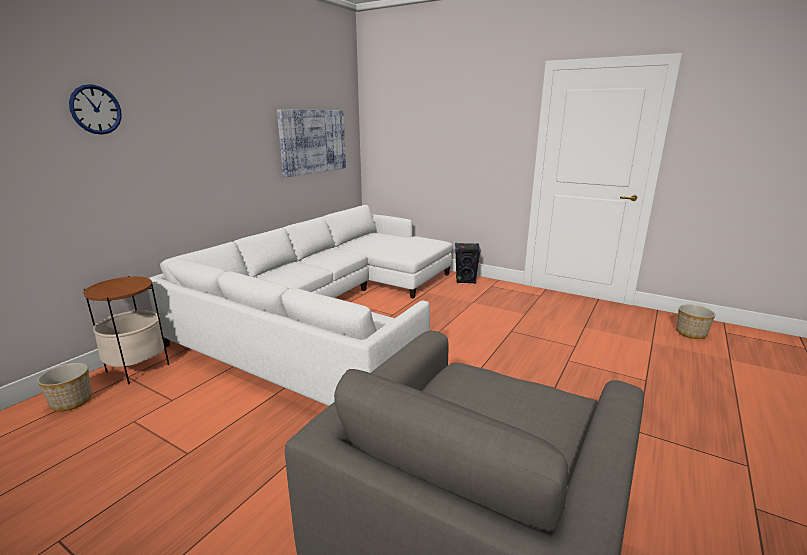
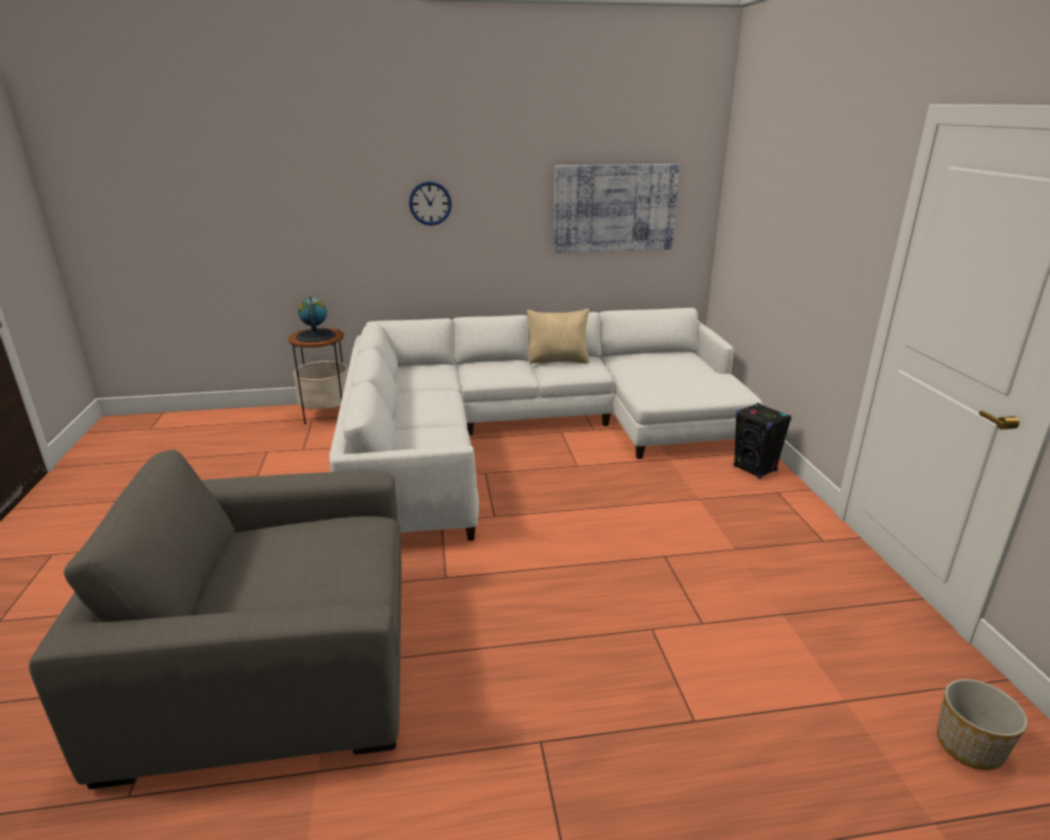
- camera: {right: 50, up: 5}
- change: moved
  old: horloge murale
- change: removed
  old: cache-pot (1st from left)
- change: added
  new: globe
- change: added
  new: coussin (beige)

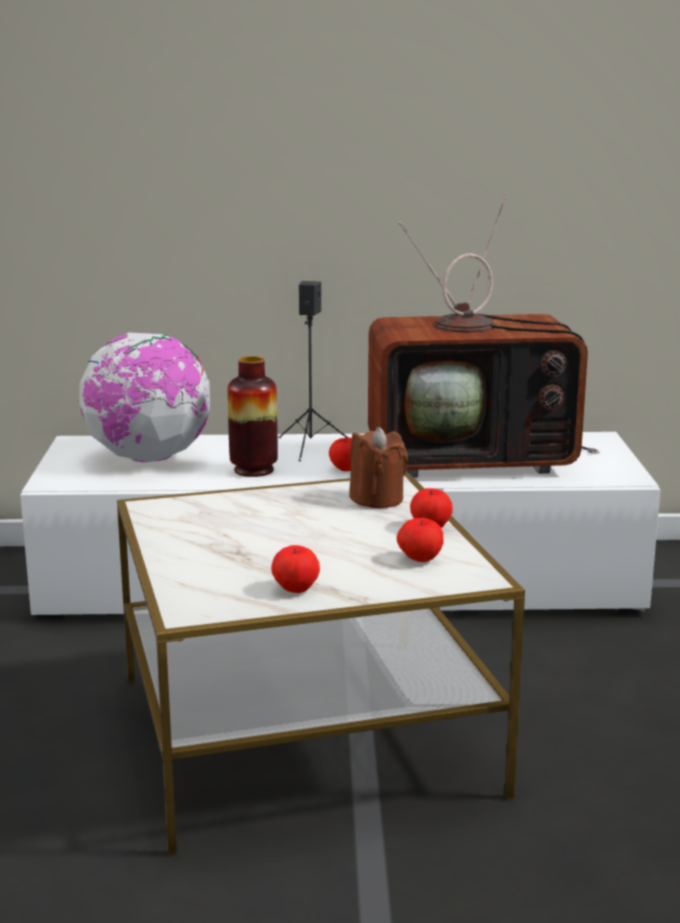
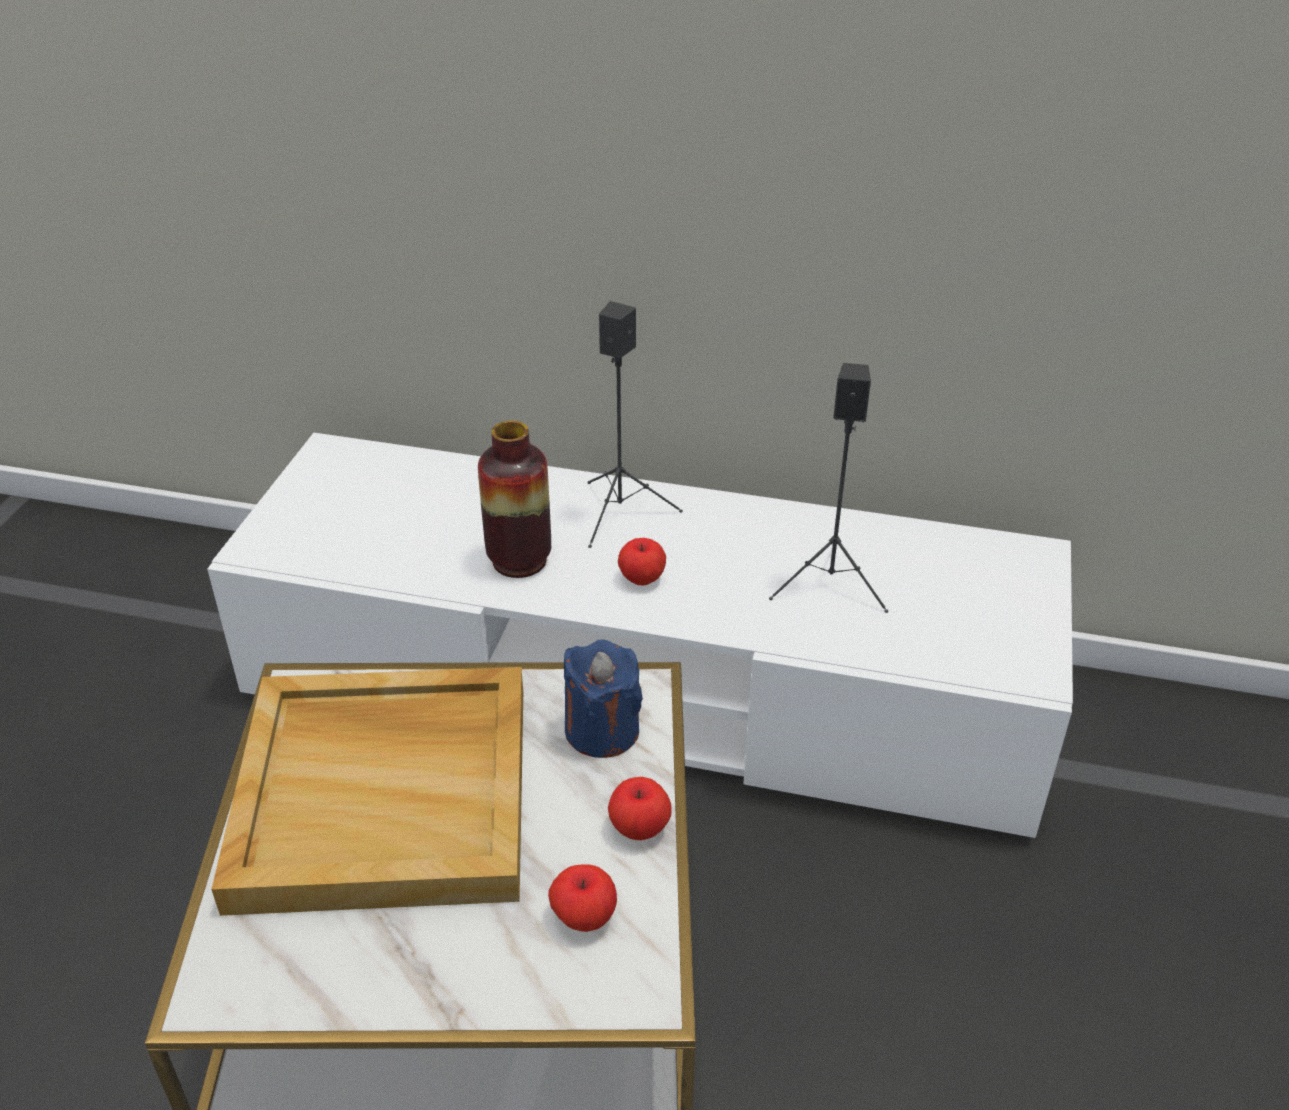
- camera: {right: 15, up: 20}
- change: replaced
  old: téléviseur
  new: enceinte (noir) (2nd from left)
- change: removed
  old: globe
- change: recoloured
  old: bougie (marron)
  new: bougie (bleu)
- change: removed
  old: pomme (1st from left)
- change: added
  new: plateau (beige)

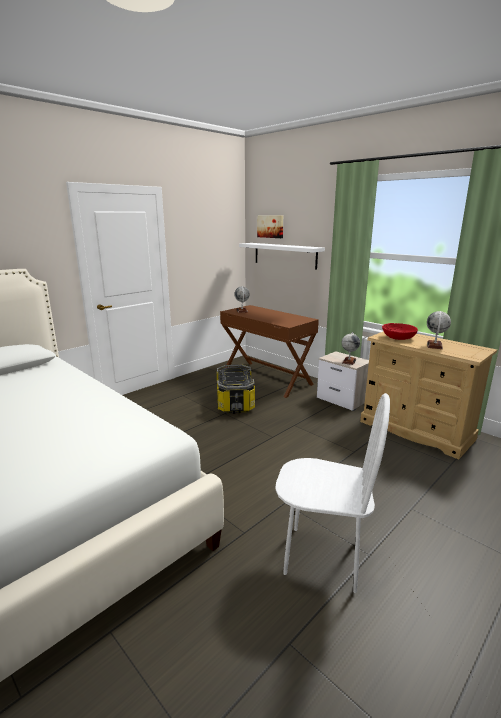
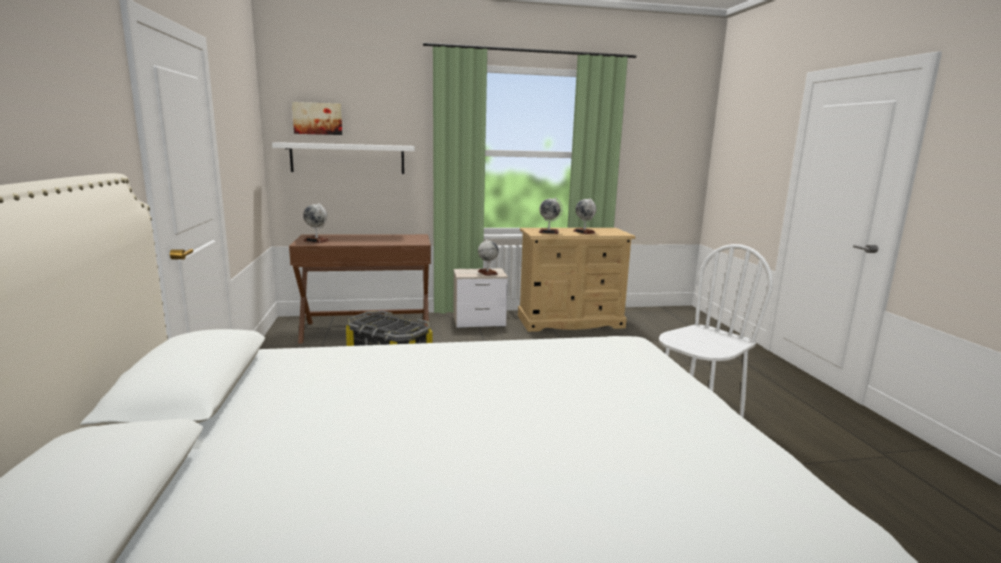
- camera: {right: -55, up: -5}
- change: replaced
  old: bol (rouge)
  new: globe (3rd from left)

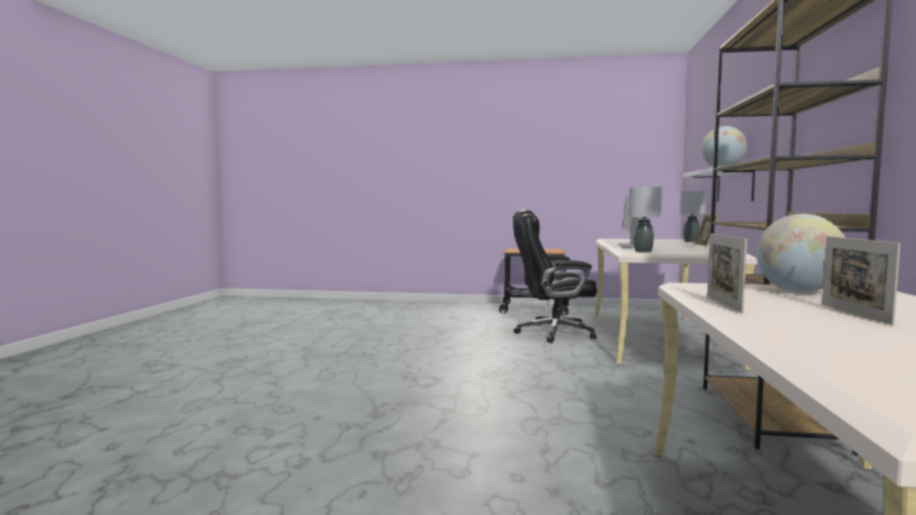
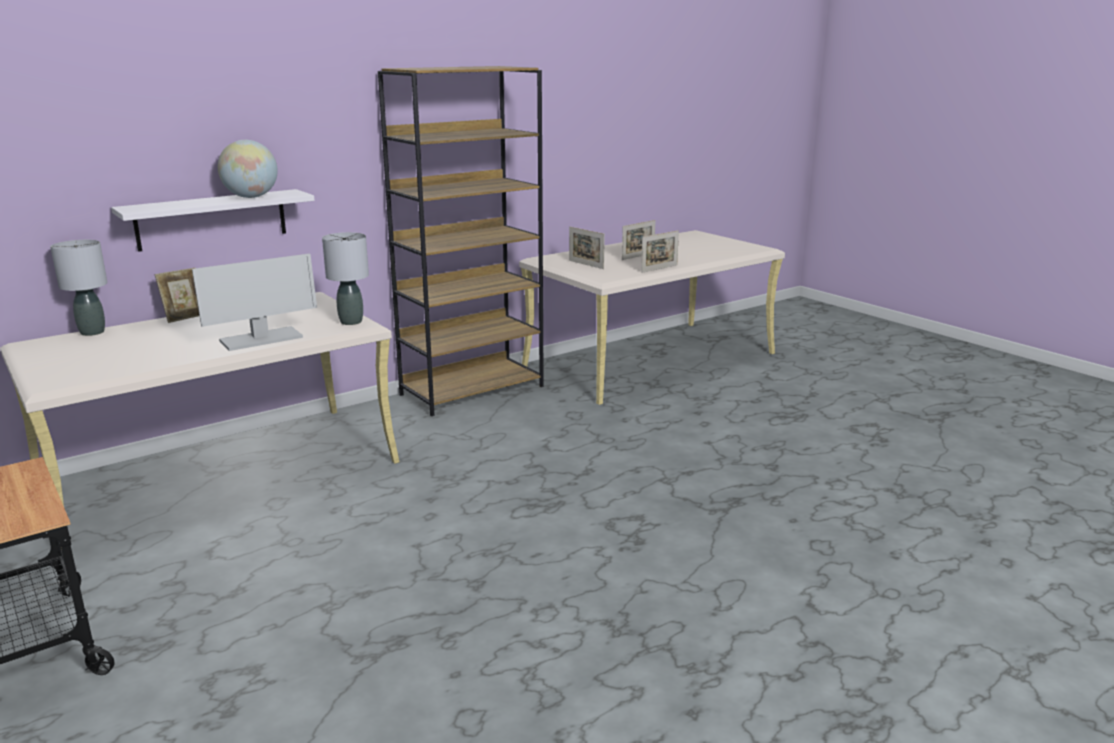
- camera: {right: -135, up: 15}
- change: removed
  old: chaise de bureau (noir)
- change: replaced
  old: globe (2nd from left)
  new: cadre photo (2nd from left)

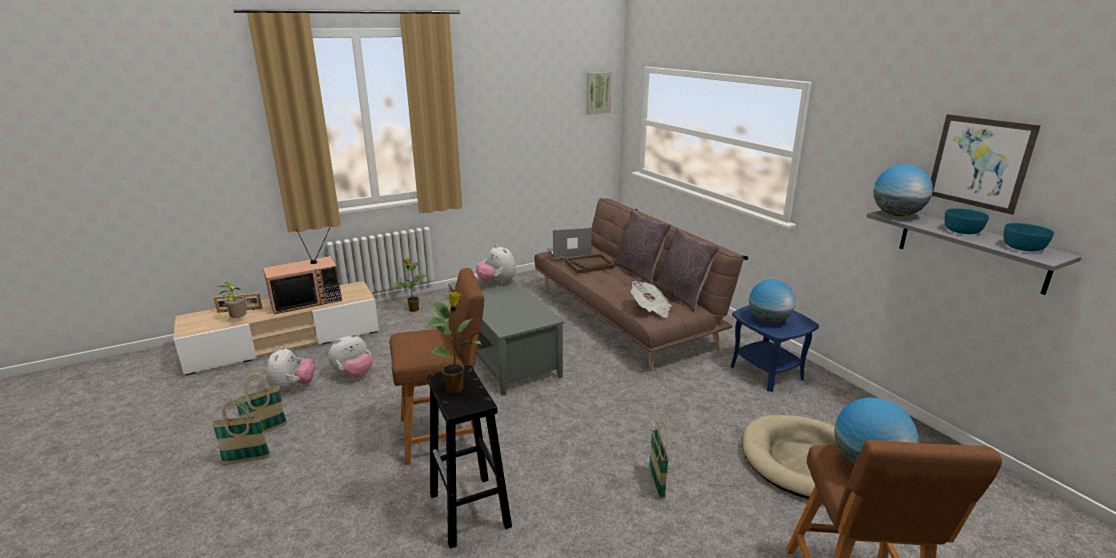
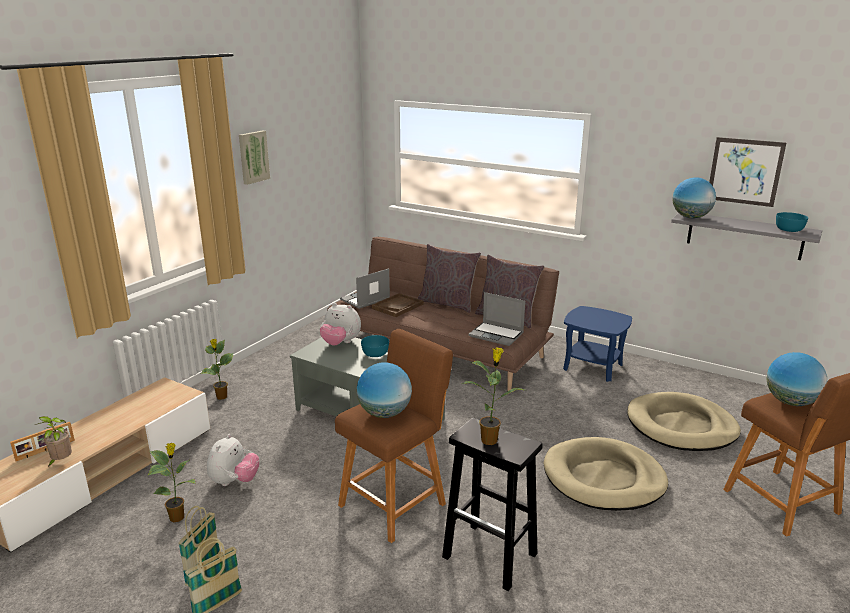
- camera: {right: -30, up: 0}
- change: moved
  old: tableau (1st from left)
- change: moved
  old: bol (turquoise) (1st from left)
- change: removed
  old: téléviseur
- change: moved
  old: globe (1st from left)
- change: replaced
  old: journal
  new: ordinateur portable (2nd from left)
- change: replaced
  old: peluche (1st from left)
  new: plante en pot (2nd from left)
- change: replaced
  old: panier (3rd from left)
  new: panier pour chien (beige) (1st from left)

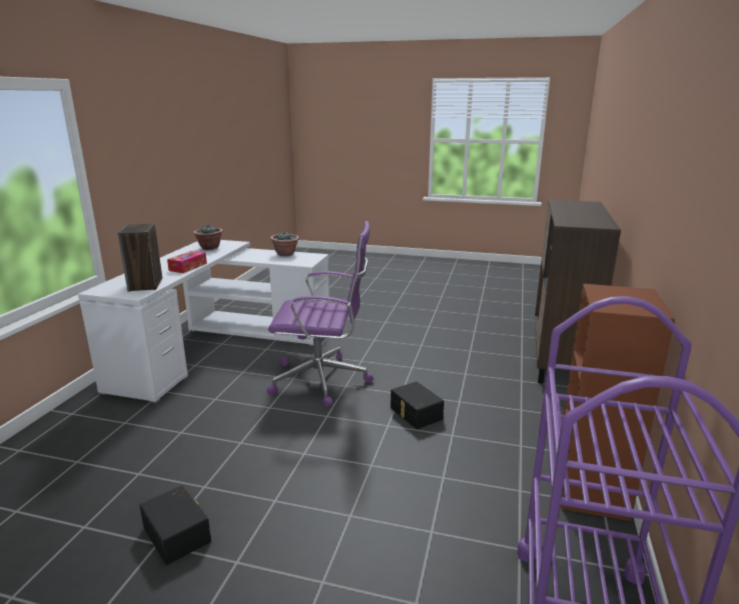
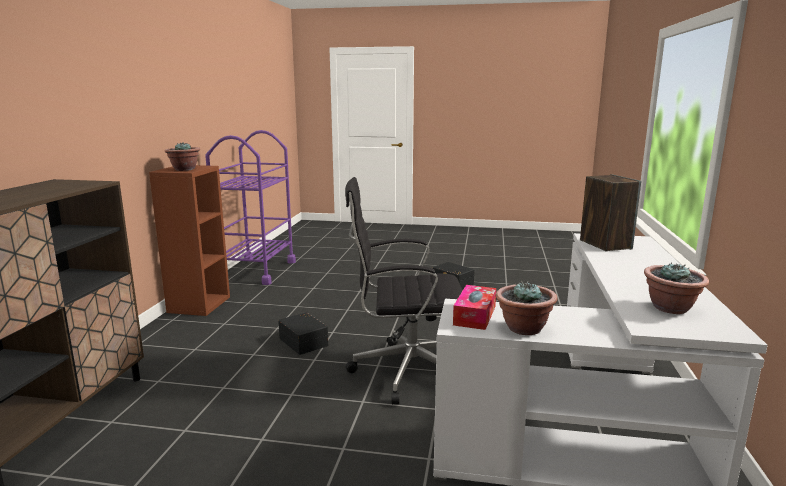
- camera: {right: 175, up: -5}
- change: recoloured
  old: chaise de bureau (violet)
  new: chaise de bureau (noir)
- change: moved
  old: boîte à mouchoirs
- change: added
  new: plante en pot (1st from left)

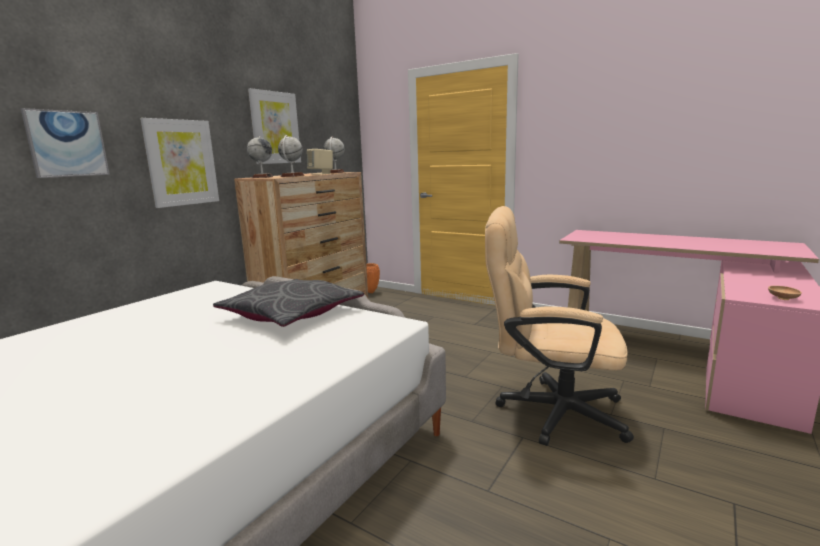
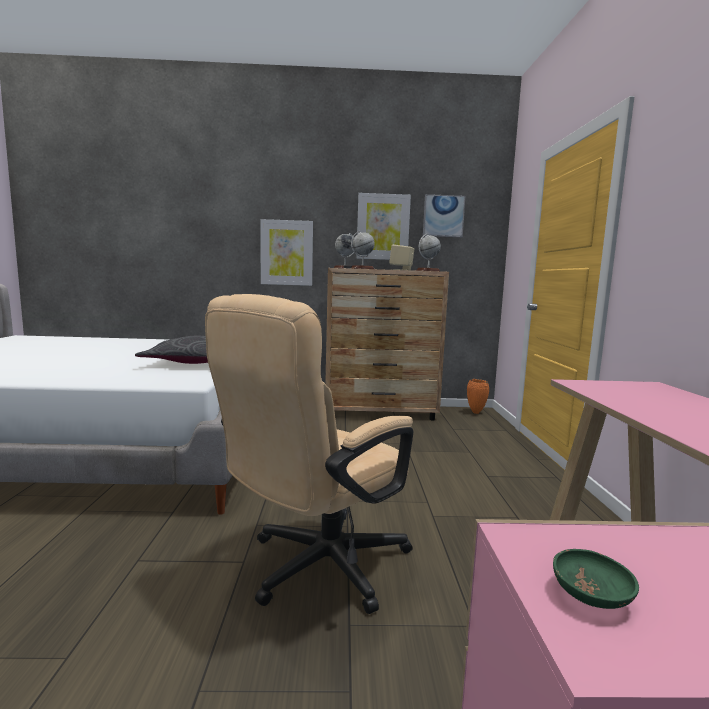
- camera: {right: 55, up: -5}
- change: moved
  old: tableau (1st from left in the first image)
  new: tableau (3rd from left)
- change: turned
  old: chaise de bureau (beige)
  degrees: -120
- change: recoloured
  old: bol (marron)
  new: bol (vert)

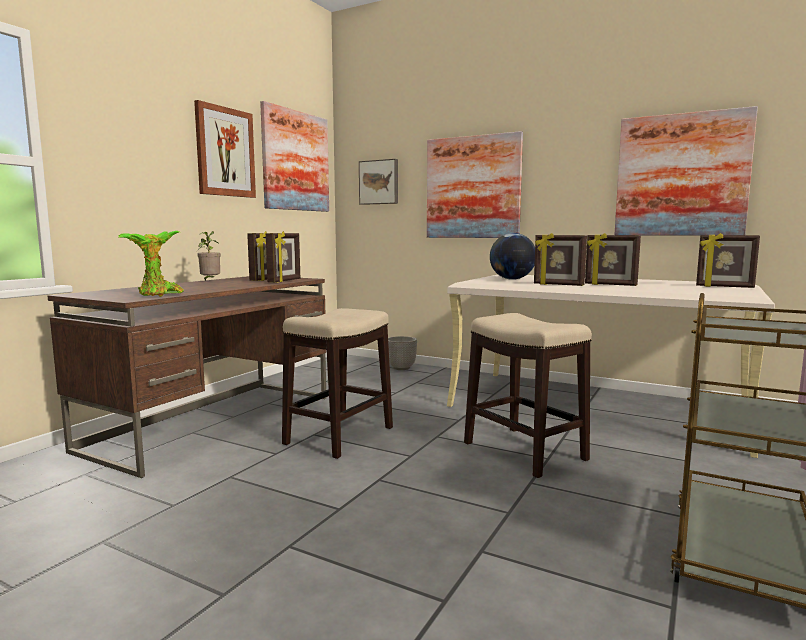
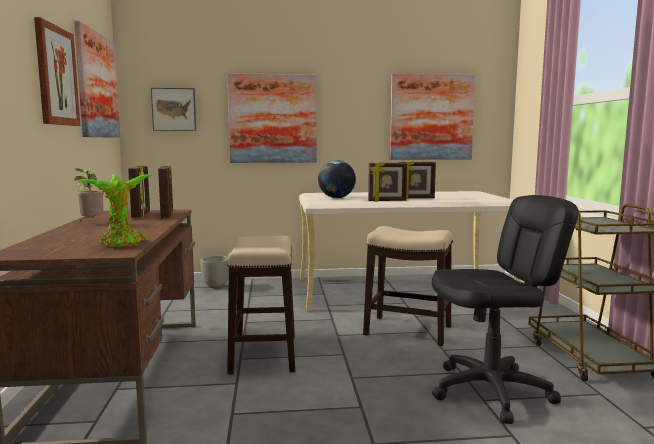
- camera: {right: -35, up: 0}
- change: removed
  old: cadre photo (5th from left)
- change: added
  new: chaise de bureau (noir)

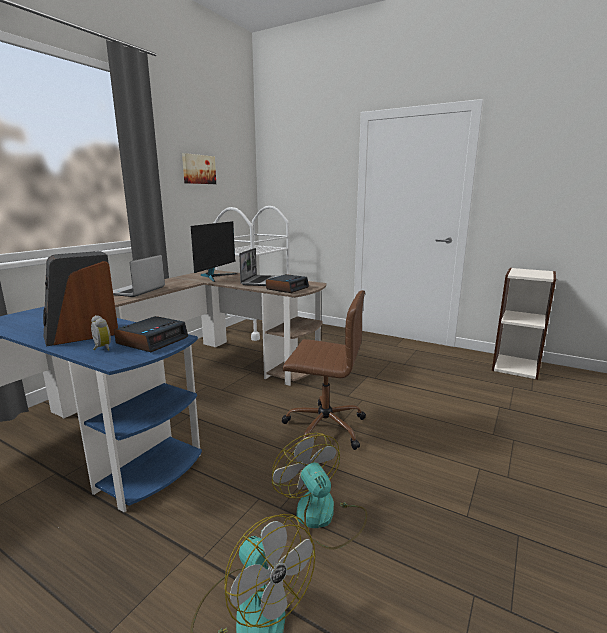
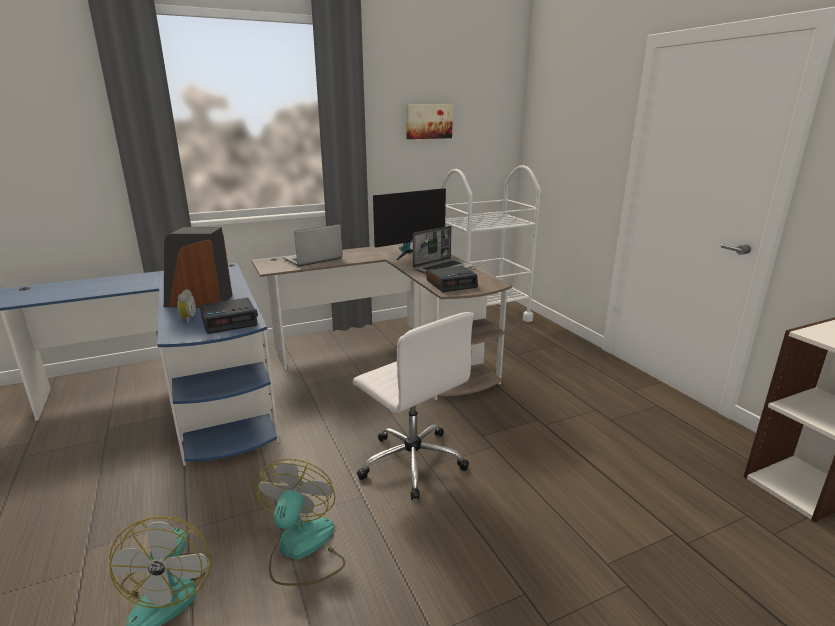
- camera: {right: 35, up: 5}
- change: recoloured
  old: chaise de bureau (marron)
  new: chaise de bureau (blanc)

